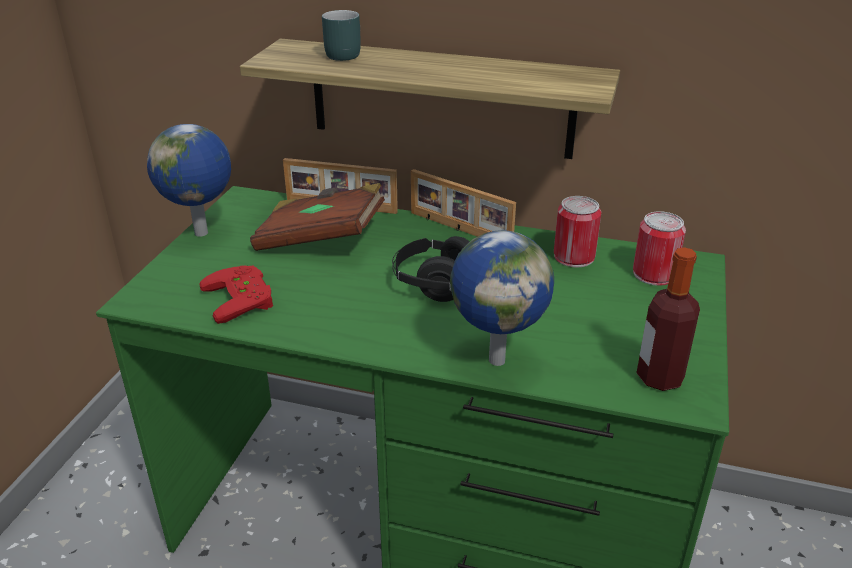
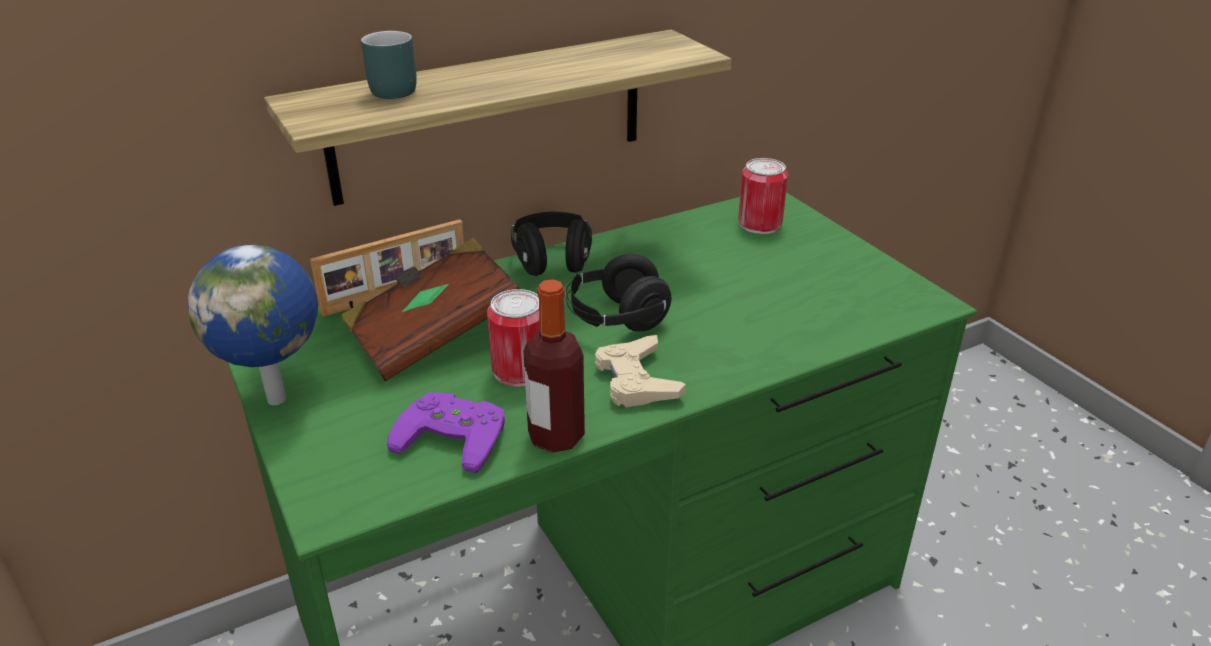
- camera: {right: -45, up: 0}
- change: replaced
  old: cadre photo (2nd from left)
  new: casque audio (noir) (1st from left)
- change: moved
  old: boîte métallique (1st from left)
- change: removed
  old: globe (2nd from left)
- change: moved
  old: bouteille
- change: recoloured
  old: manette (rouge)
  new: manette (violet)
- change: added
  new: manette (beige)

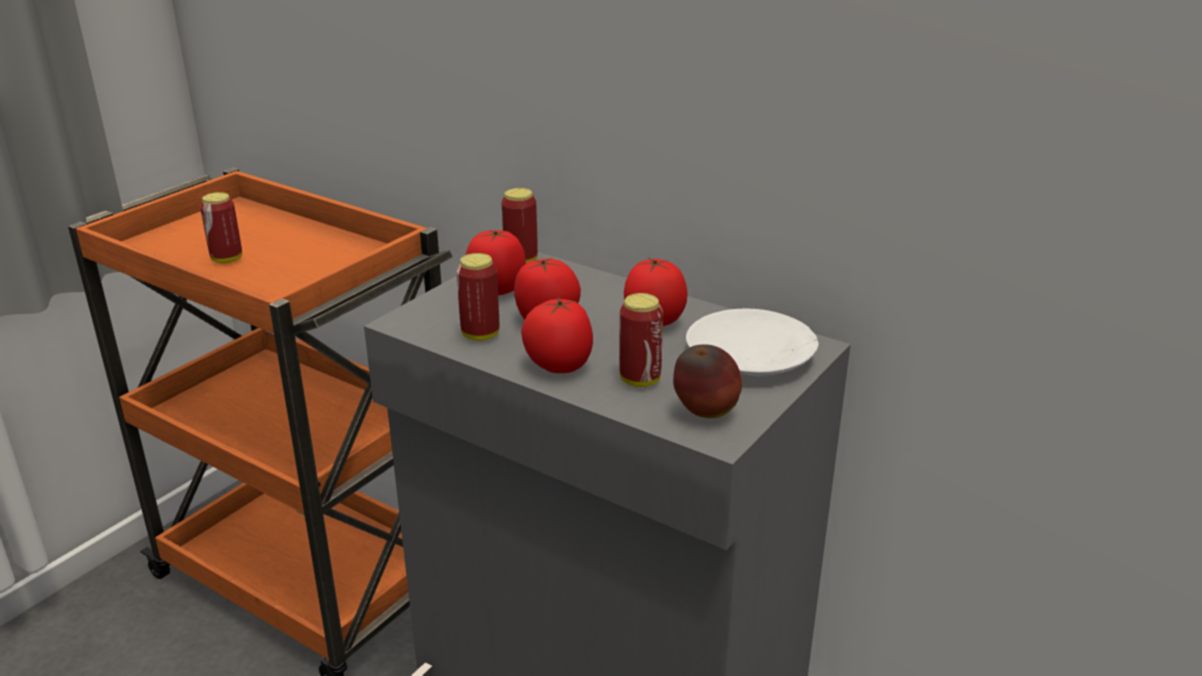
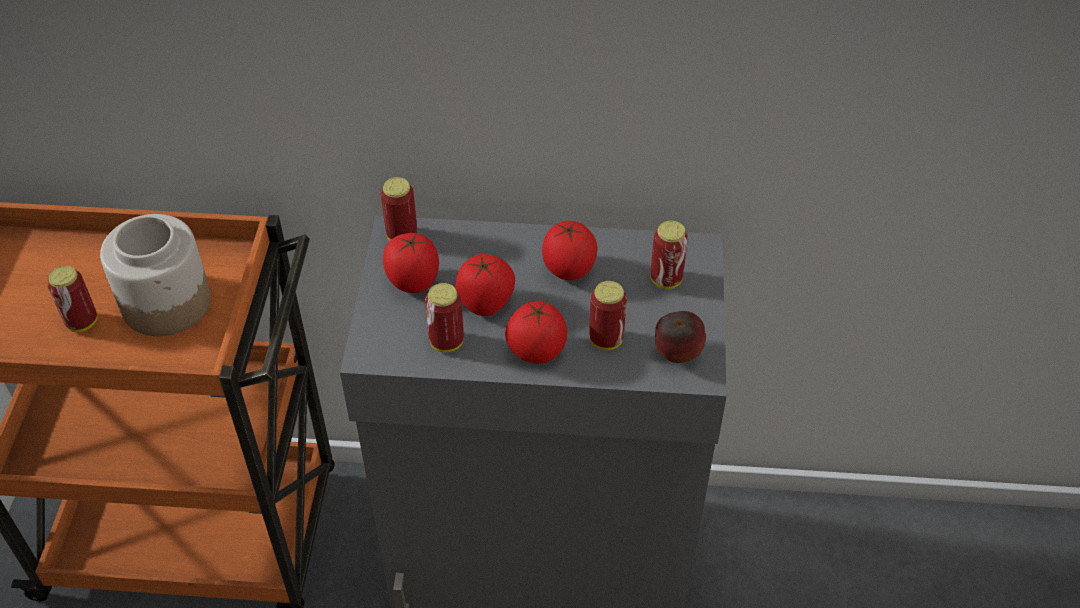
- camera: {right: -30, up: 20}
- change: replaced
  old: assiette (blanc)
  new: boîte métallique (5th from left)
- change: added
  new: bocal

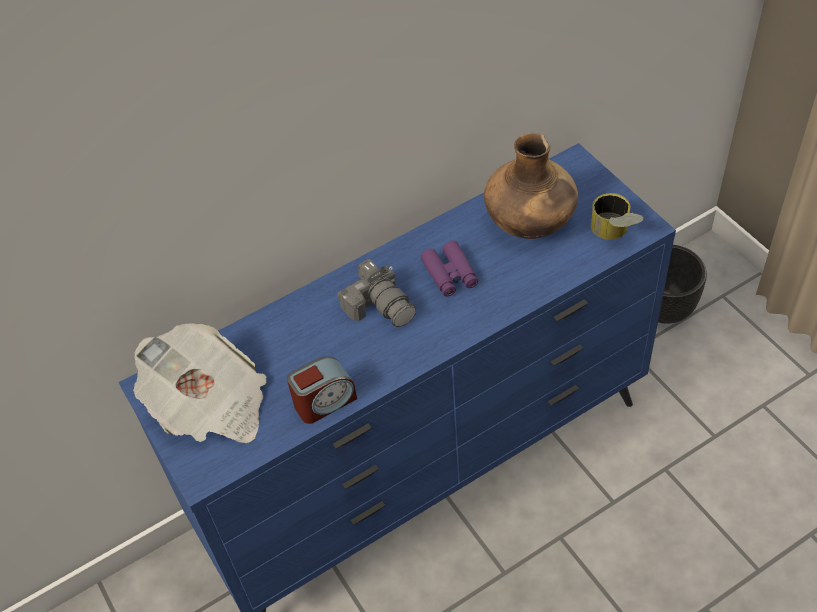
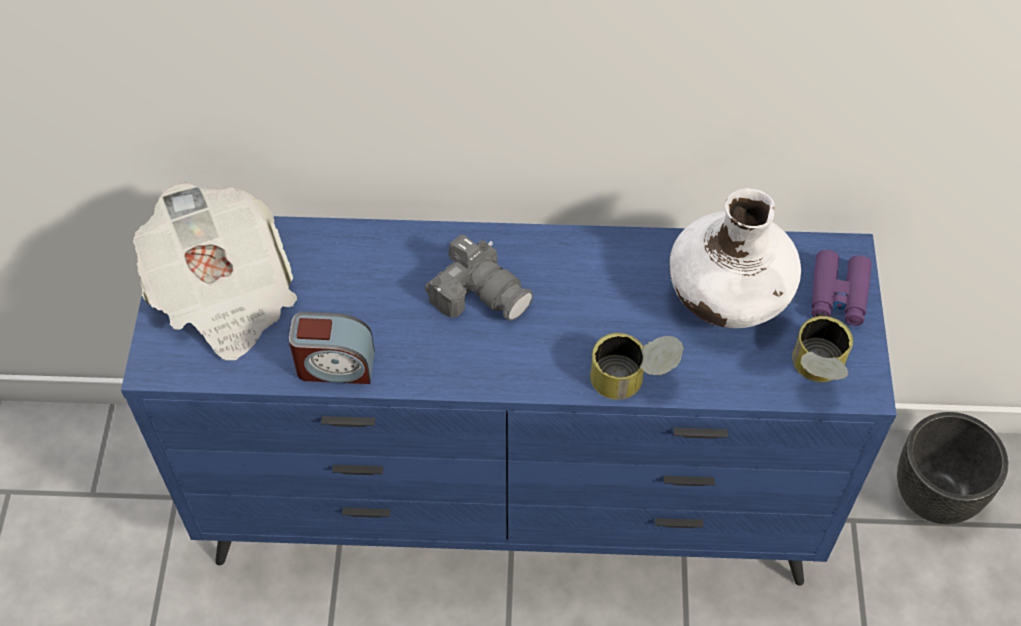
- camera: {right: 30, up: 5}
- change: recoloured
  old: vase (marron)
  new: vase (blanc)
- change: moved
  old: jumelles (violet)
- change: turned
  old: appareil photo
  degrees: -45
- change: added
  new: boîte métallique (1st from left)

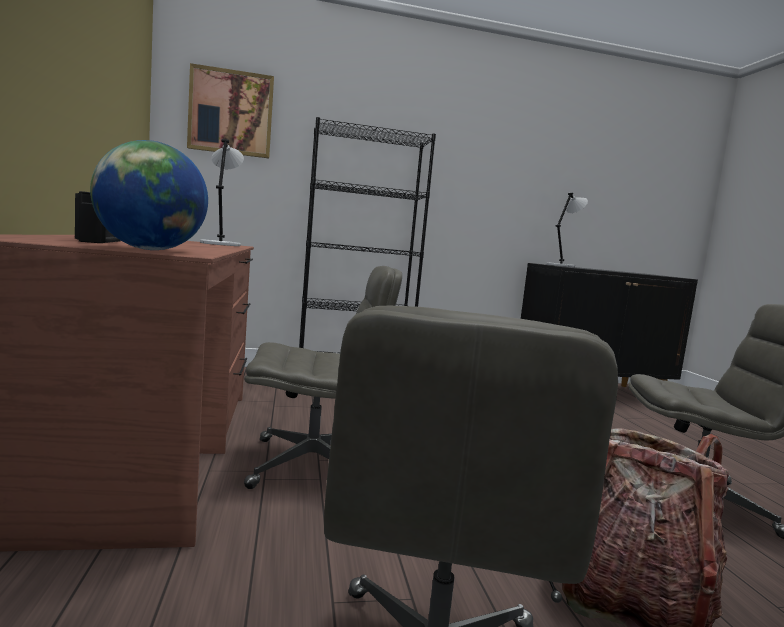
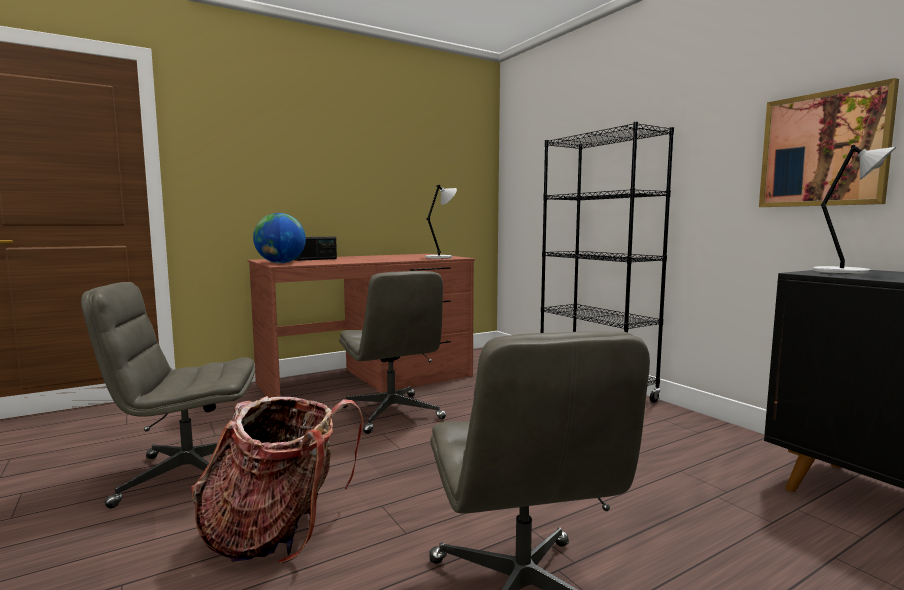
- camera: {right: 70, up: 0}
- change: moved
  old: tableau

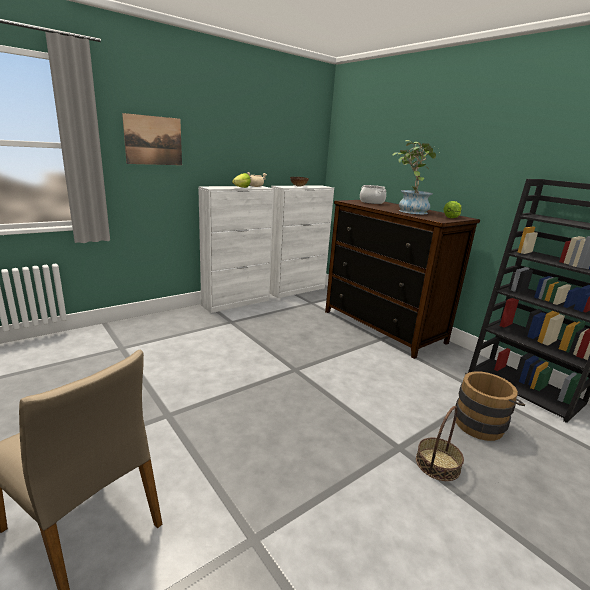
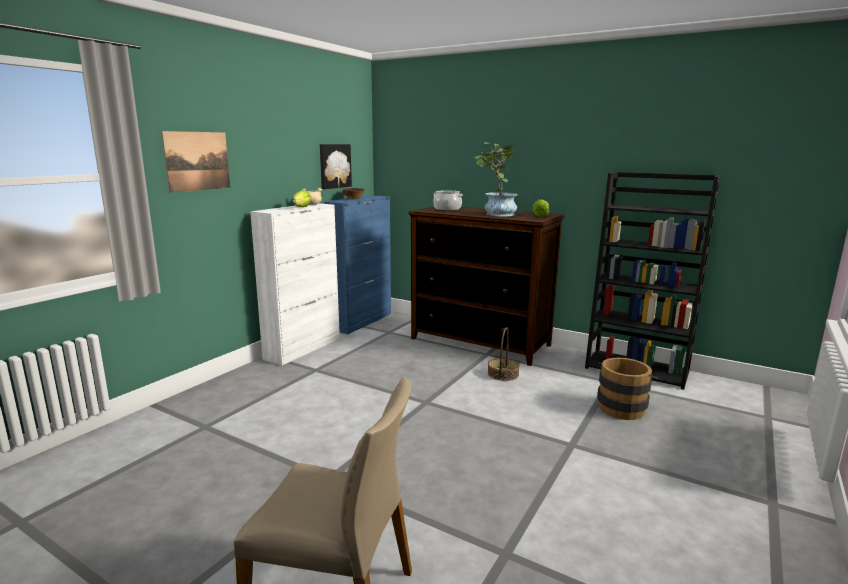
- camera: {right: -20, up: -5}
- change: recoloured
  old: meuble de rangement (blanc) (2nd from left)
  new: meuble de rangement (bleu)
- change: moved
  old: panier
- change: added
  new: tableau (2nd from left)

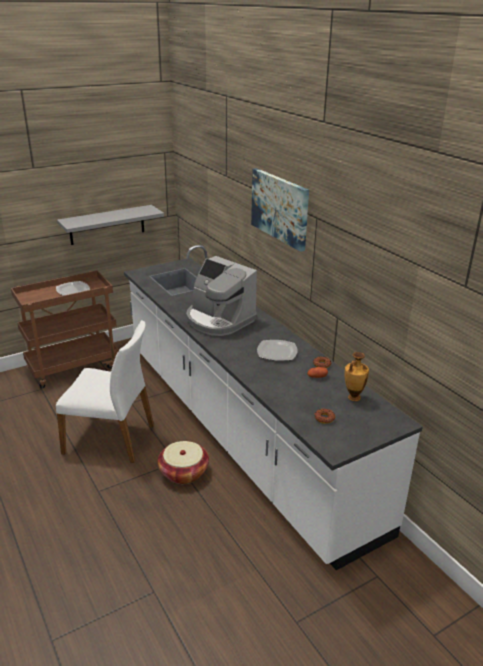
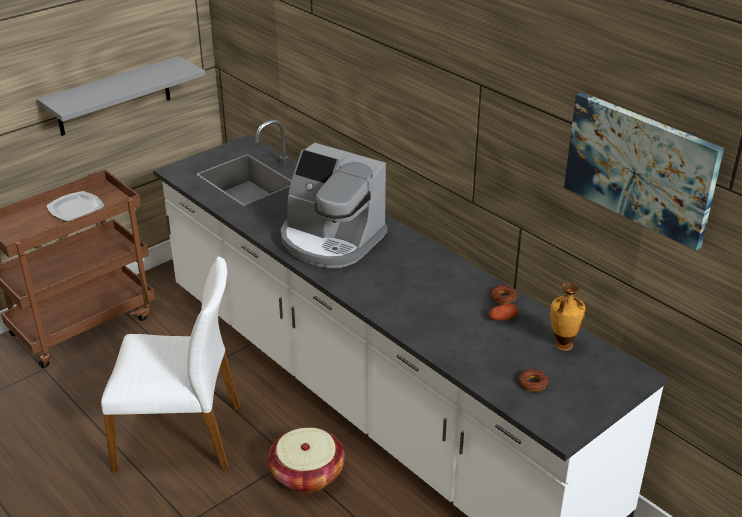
- camera: {right: -10, up: 5}
- change: moved
  old: tableau
- change: removed
  old: assiette (2nd from left)

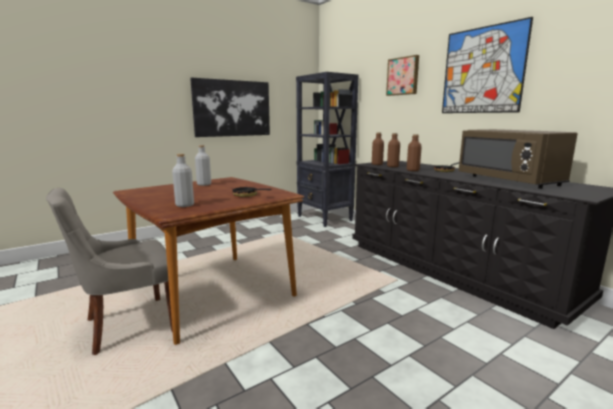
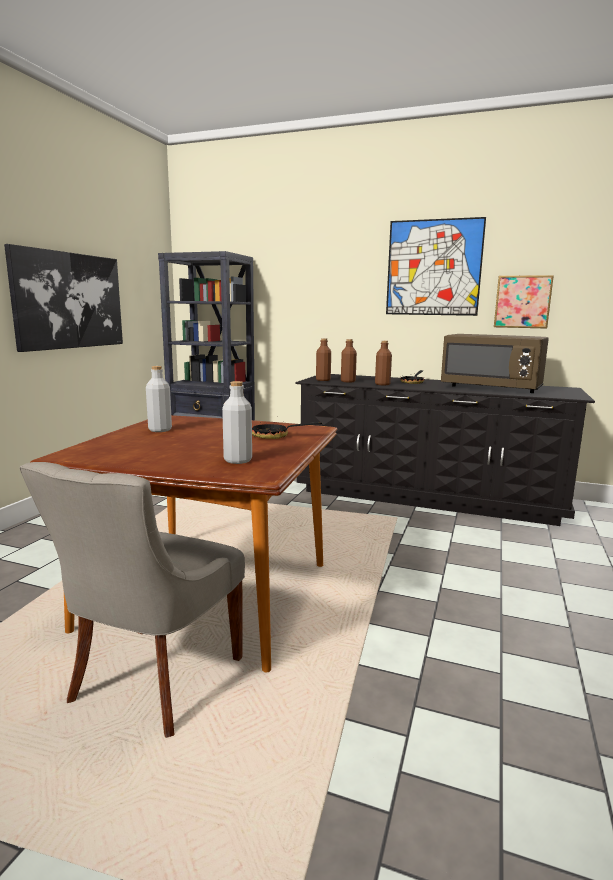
- camera: {right: -35, up: 0}
- change: moved
  old: tableau (2nd from left in the first image)
  new: tableau (3rd from left)

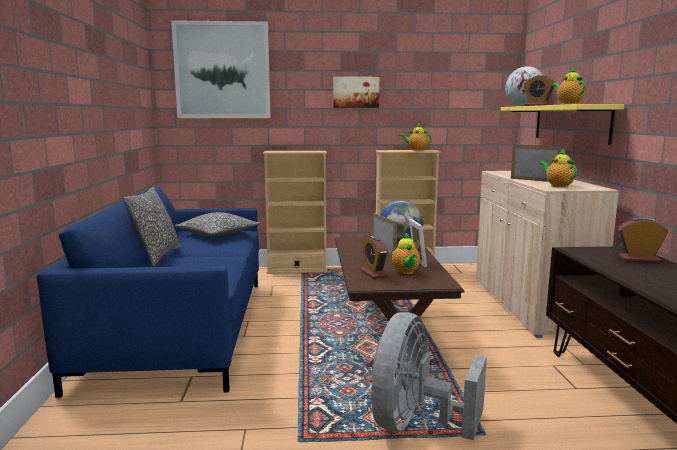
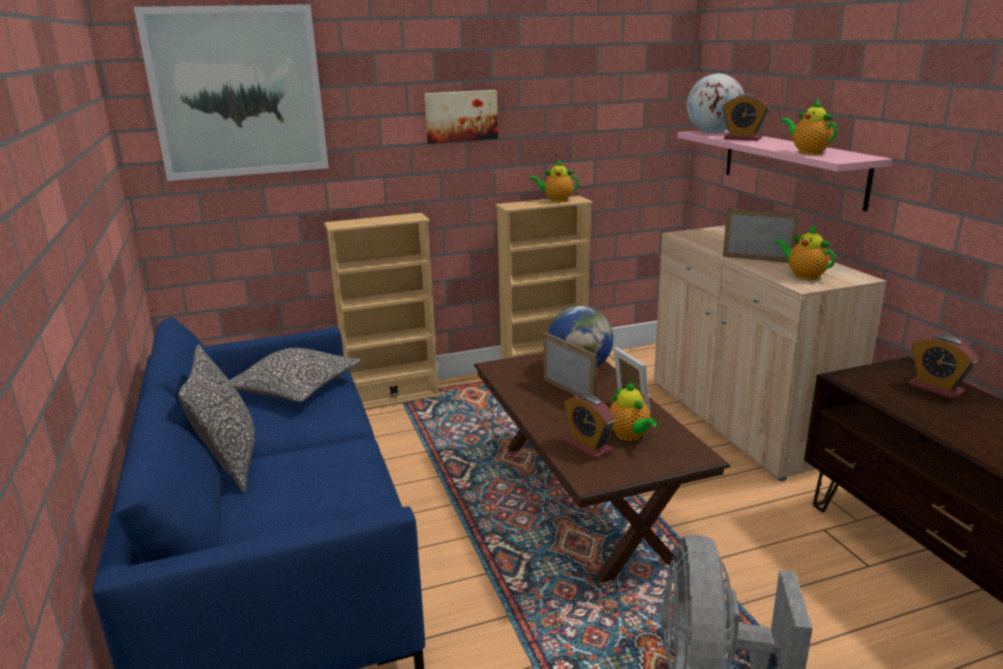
- camera: {right: -15, up: 10}
- change: recoloured
  old: étagère (jaune)
  new: étagère (rose)
- change: turned
  old: réveil (3rd from left)
  degrees: -120

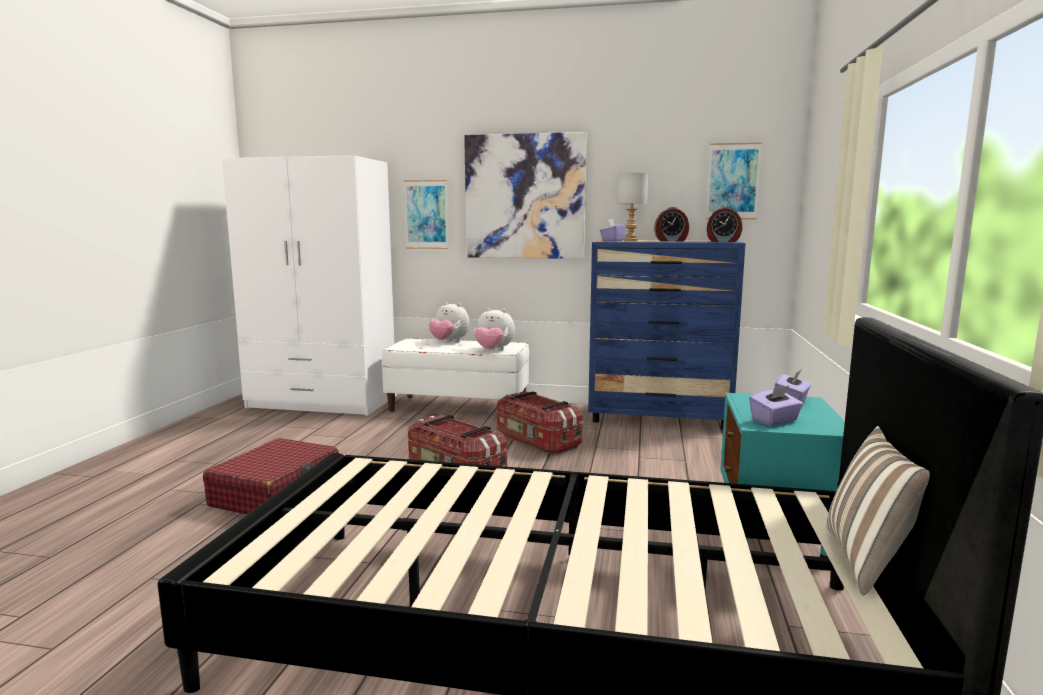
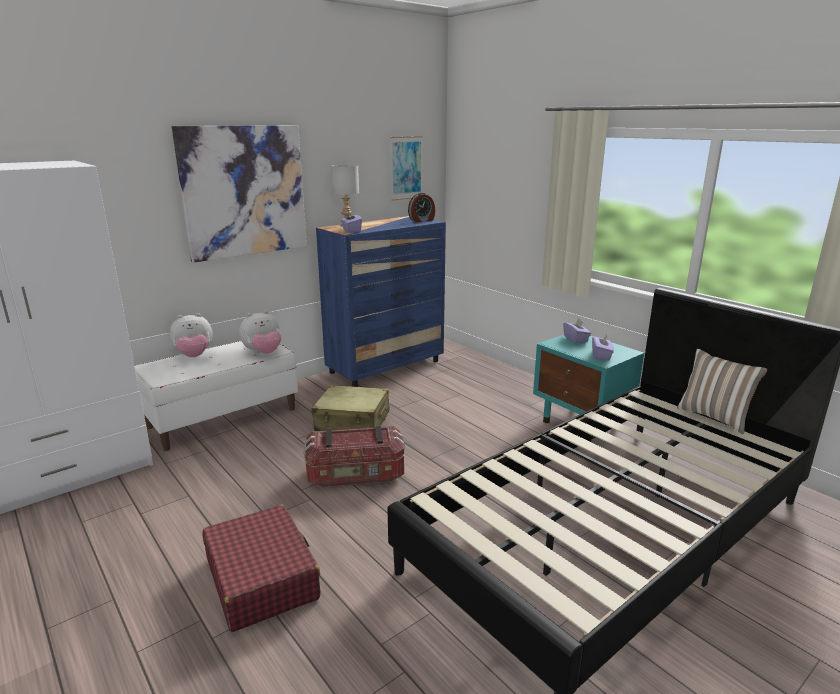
- camera: {right: -50, up: 10}
- change: removed
  old: tableau (1st from left)
- change: removed
  old: réveil (1st from left)
- change: replaced
  old: boîte de rangement (2nd from left)
  new: valise (beige)

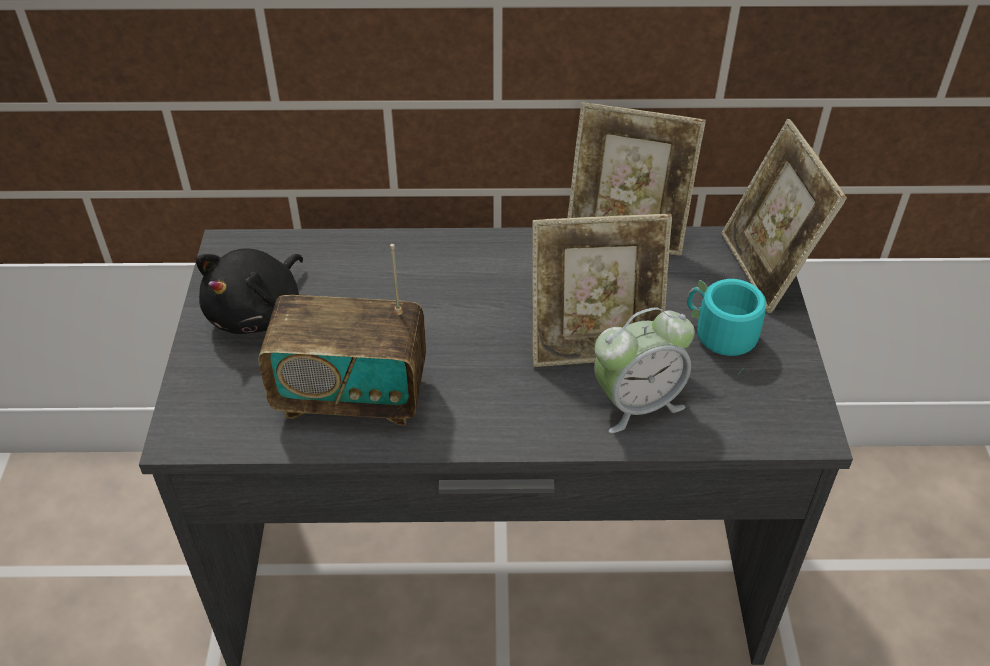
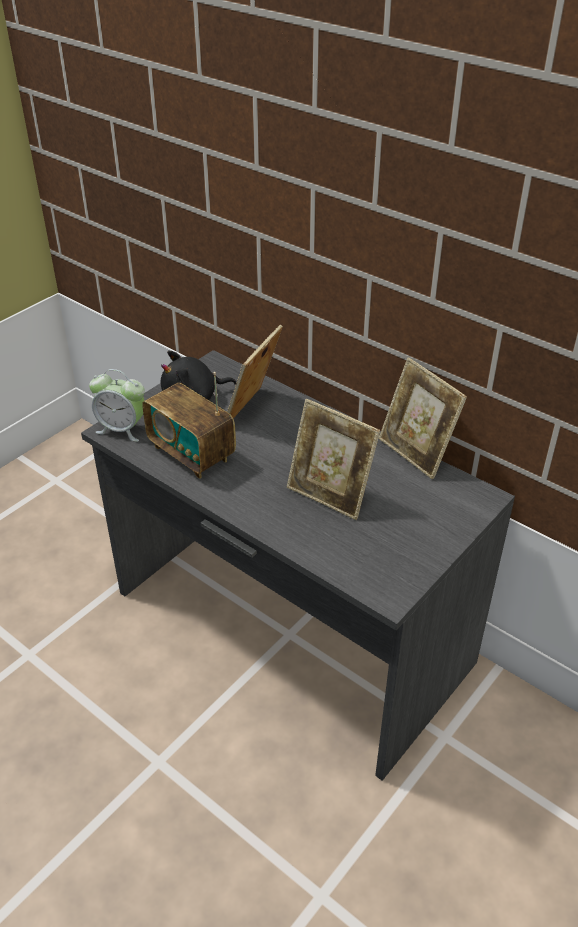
- camera: {right: 40, up: -5}
- change: moved
  old: cadre photo (3rd from left in the first image)
  new: cadre photo (1st from left)
- change: removed
  old: mug (turquoise)
- change: moved
  old: réveil

